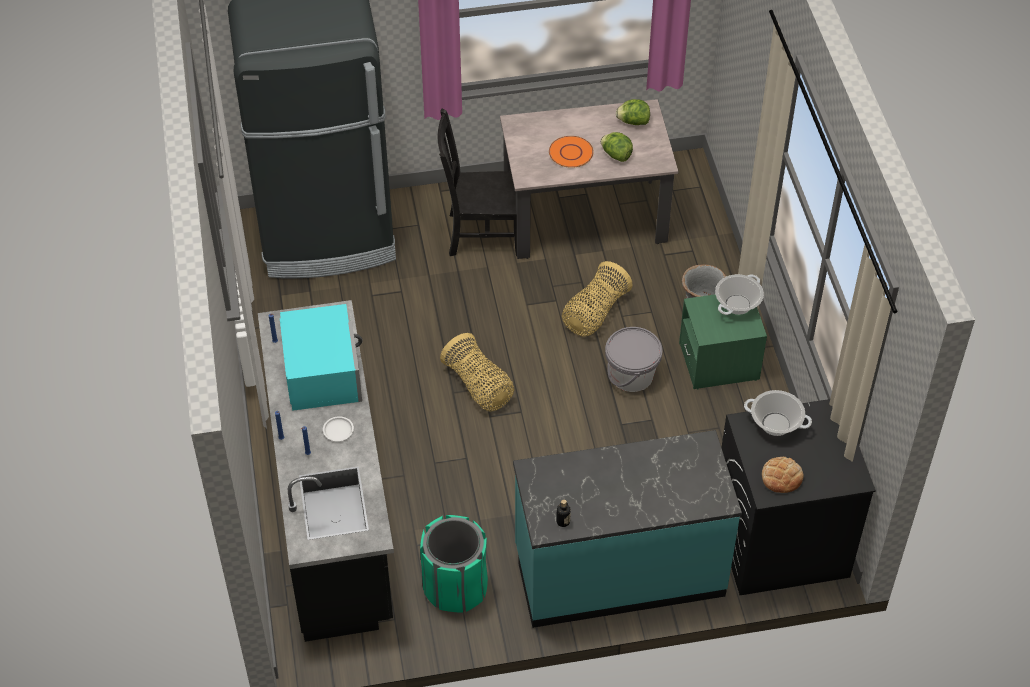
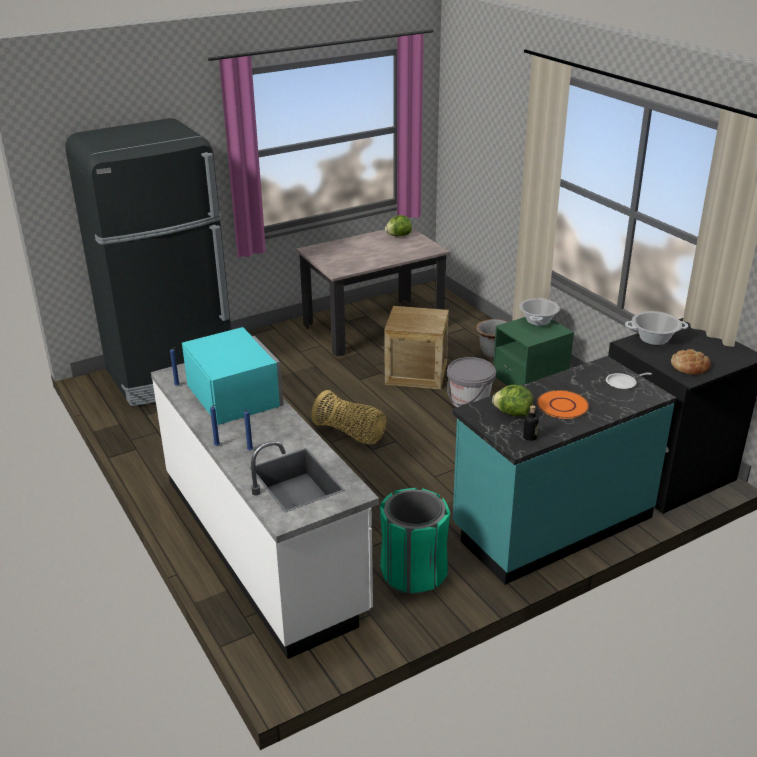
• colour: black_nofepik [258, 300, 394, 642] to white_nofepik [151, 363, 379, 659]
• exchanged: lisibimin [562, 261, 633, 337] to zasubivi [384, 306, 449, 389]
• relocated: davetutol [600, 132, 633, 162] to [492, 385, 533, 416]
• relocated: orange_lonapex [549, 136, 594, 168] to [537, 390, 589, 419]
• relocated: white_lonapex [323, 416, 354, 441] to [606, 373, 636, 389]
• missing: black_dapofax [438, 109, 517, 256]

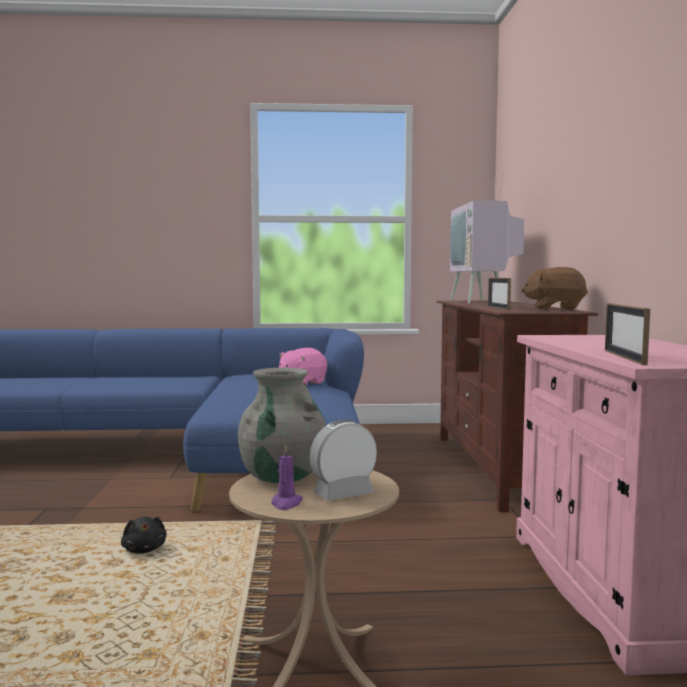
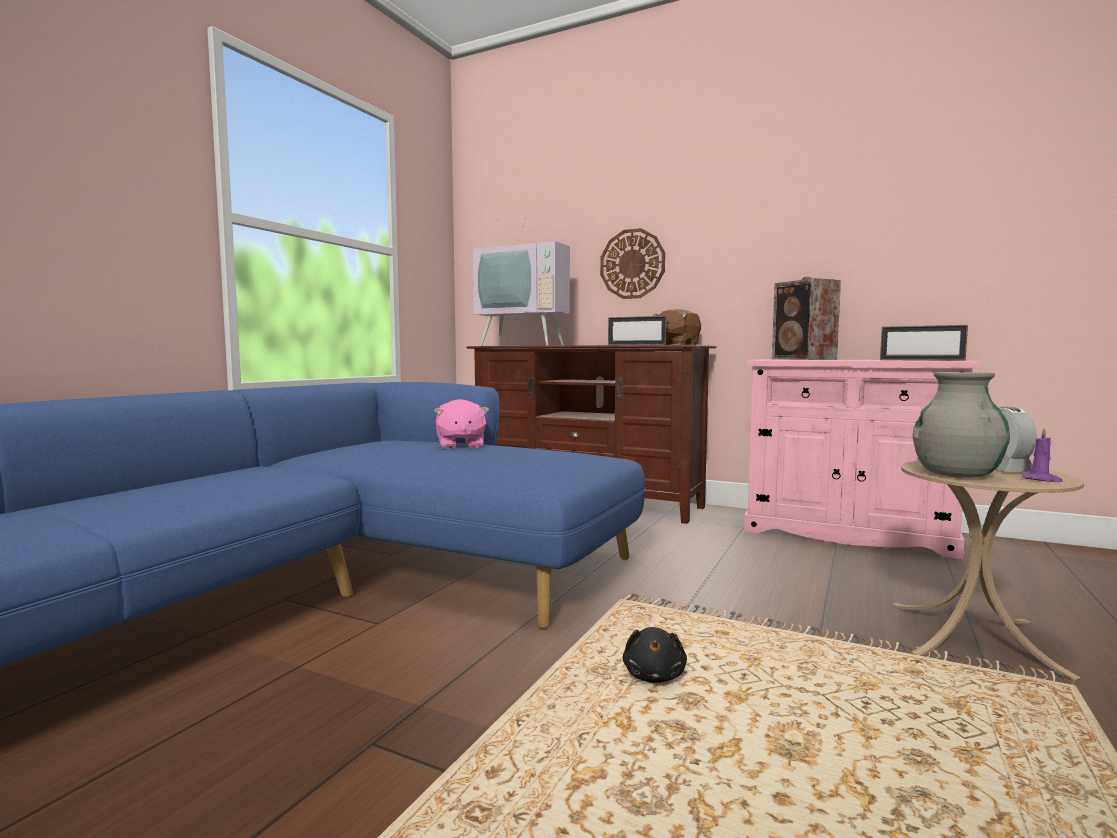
• appeared: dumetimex [600, 228, 665, 299]
• spun: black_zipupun [121, 516, 167, 554] = [623, 627, 687, 683] 90 degrees clockwise
• appeared: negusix [772, 277, 841, 360]

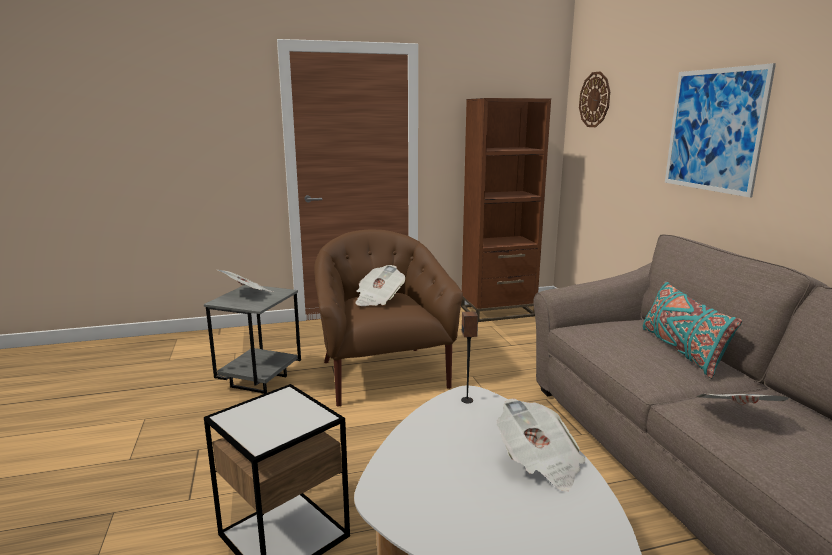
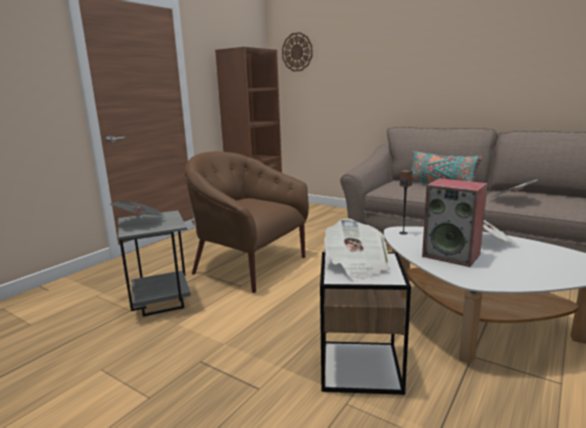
• relocated: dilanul [355, 265, 405, 306] to [323, 219, 389, 281]
• appeared: negusix [422, 178, 488, 267]
• missing: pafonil [665, 63, 776, 198]

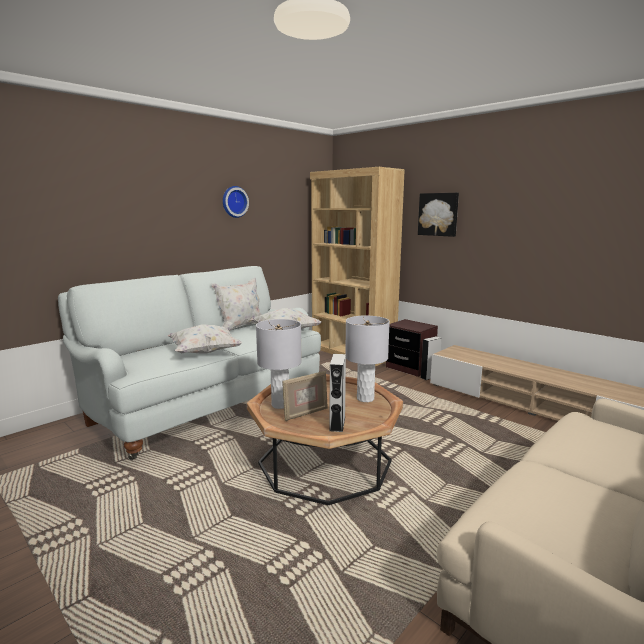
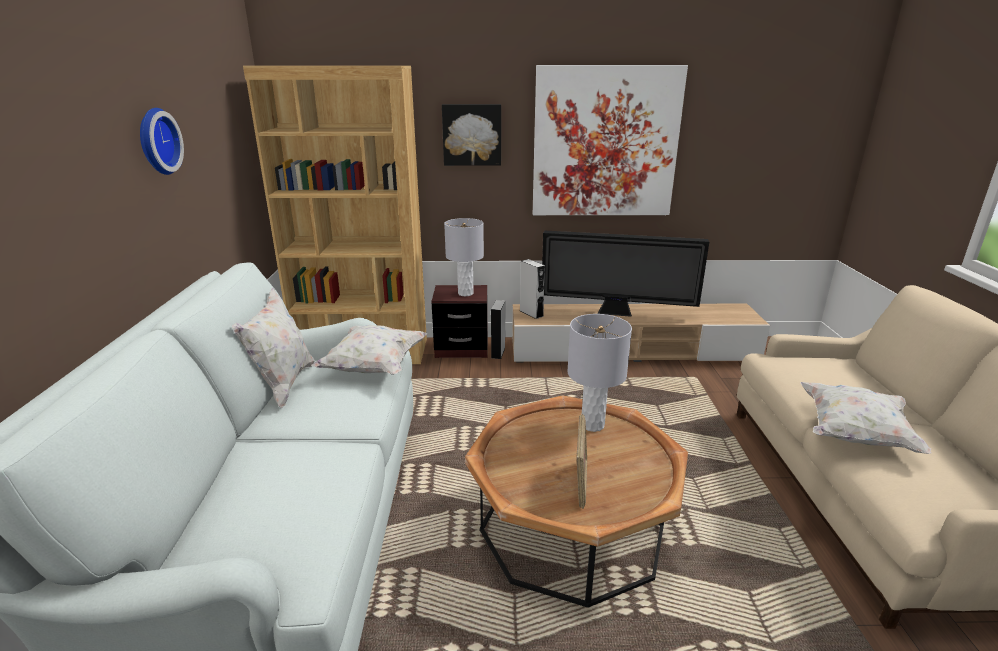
• relocated: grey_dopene [256, 319, 302, 409] to [444, 218, 484, 296]
• relocated: grey_negusix [329, 354, 346, 432] to [520, 259, 545, 319]
• appeared: pafonil [533, 65, 688, 215]
• appeared: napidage [542, 230, 709, 317]
• relocated: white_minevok [168, 325, 242, 353] to [800, 382, 932, 454]

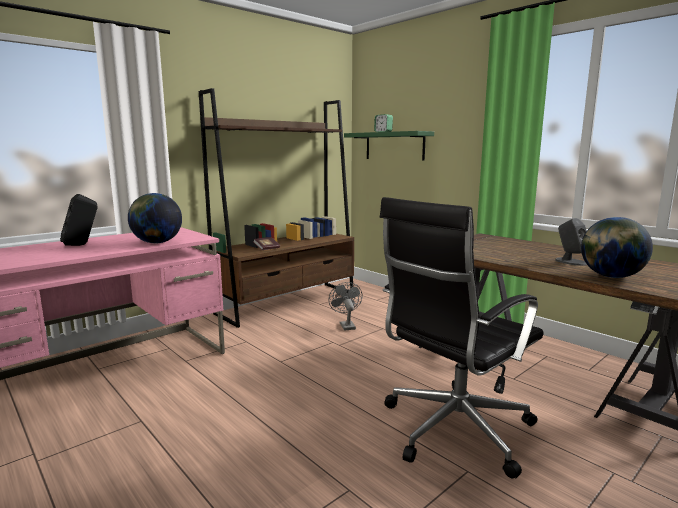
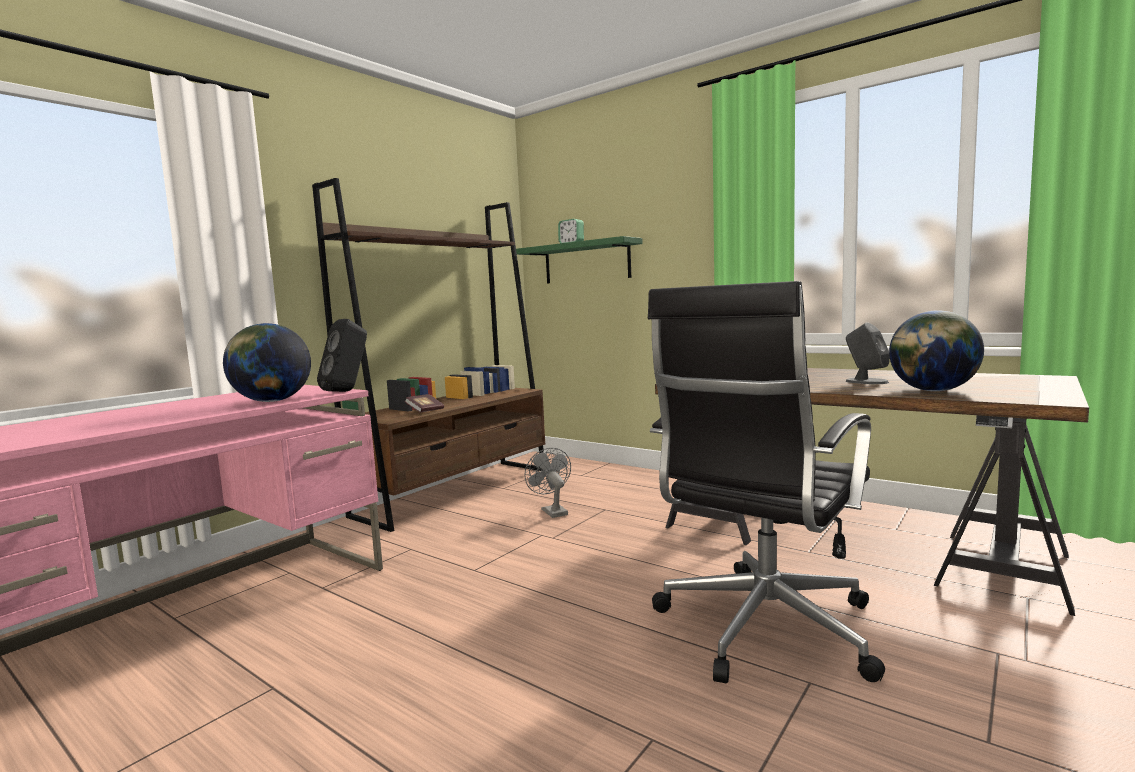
• relocated: black_negusix [60, 194, 97, 246] to [317, 319, 367, 392]

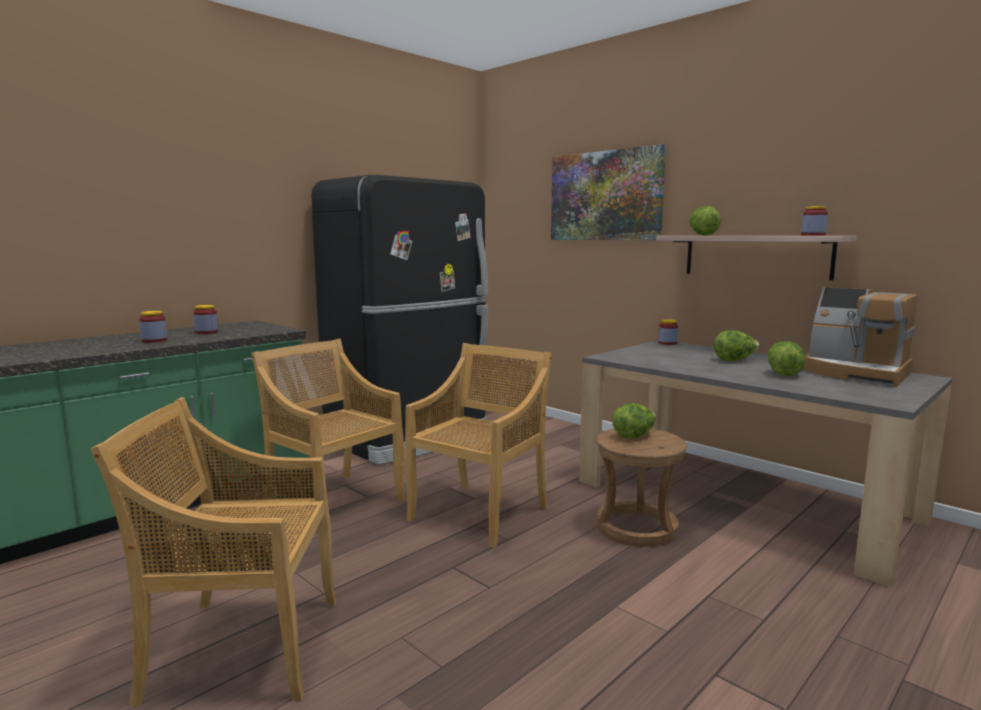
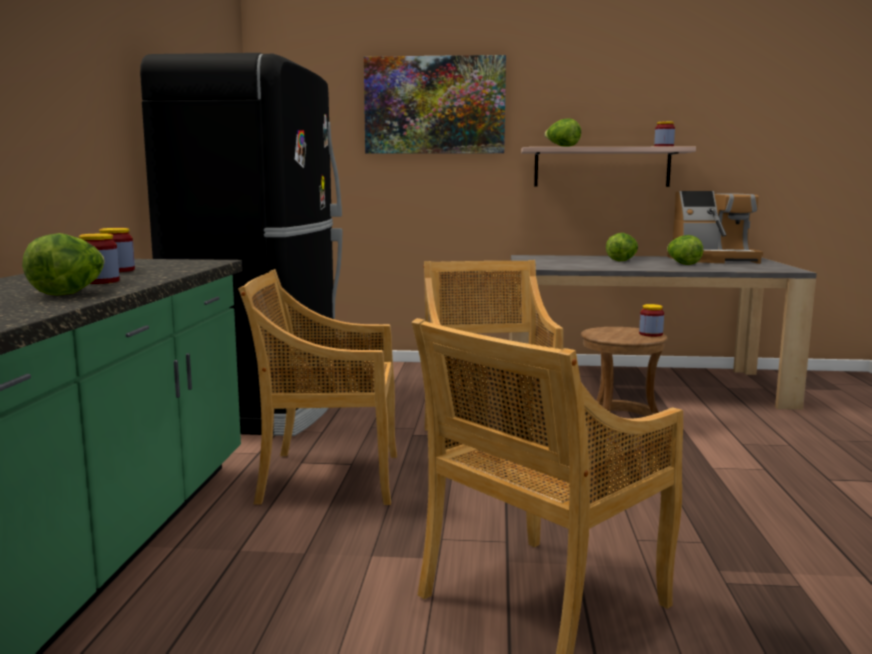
• relocated: davetutol [612, 403, 656, 439] to [22, 233, 105, 296]
• relocated: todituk [658, 319, 678, 345] to [639, 304, 664, 337]

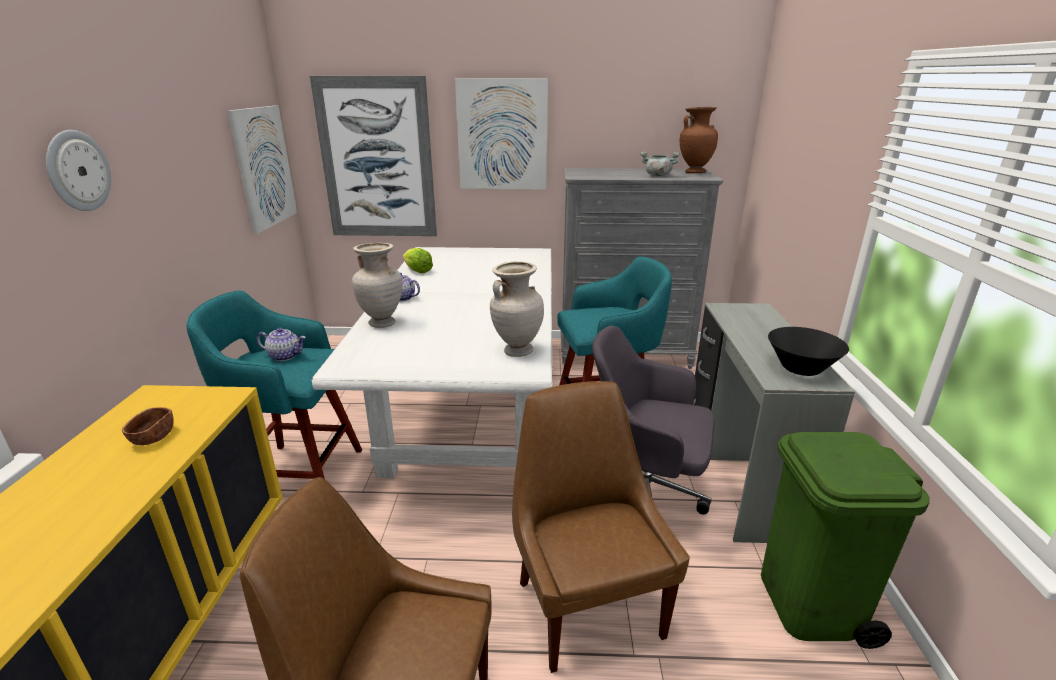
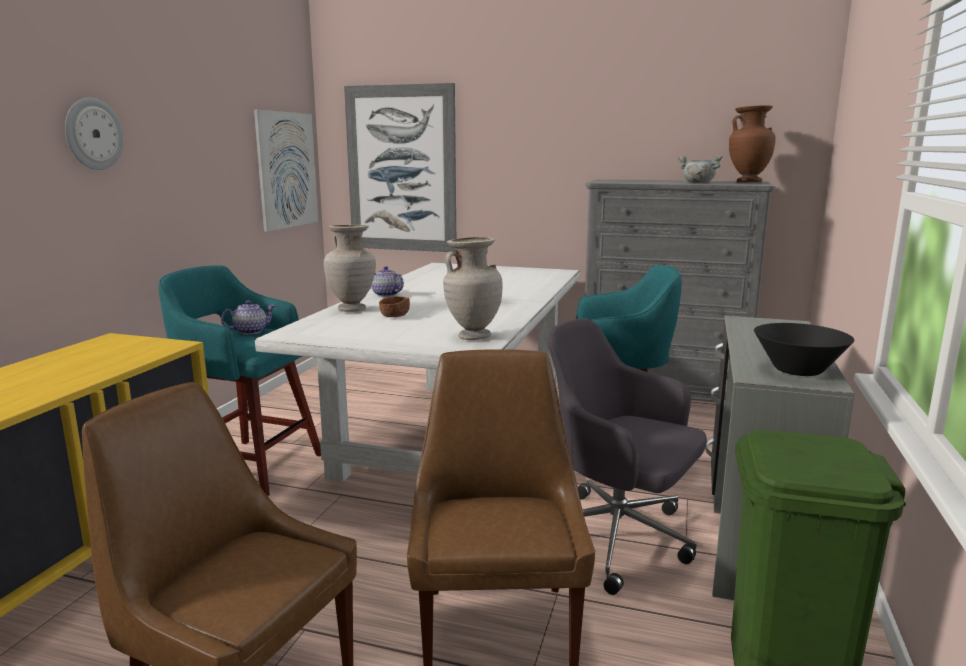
• spun: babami [257, 328, 306, 361] = [221, 300, 275, 335] 60 degrees counterclockwise
• relocated: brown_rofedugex [122, 407, 174, 445] to [379, 296, 410, 317]
• missing: davetutol [403, 248, 433, 273]
• missing: pafonil [455, 78, 548, 189]

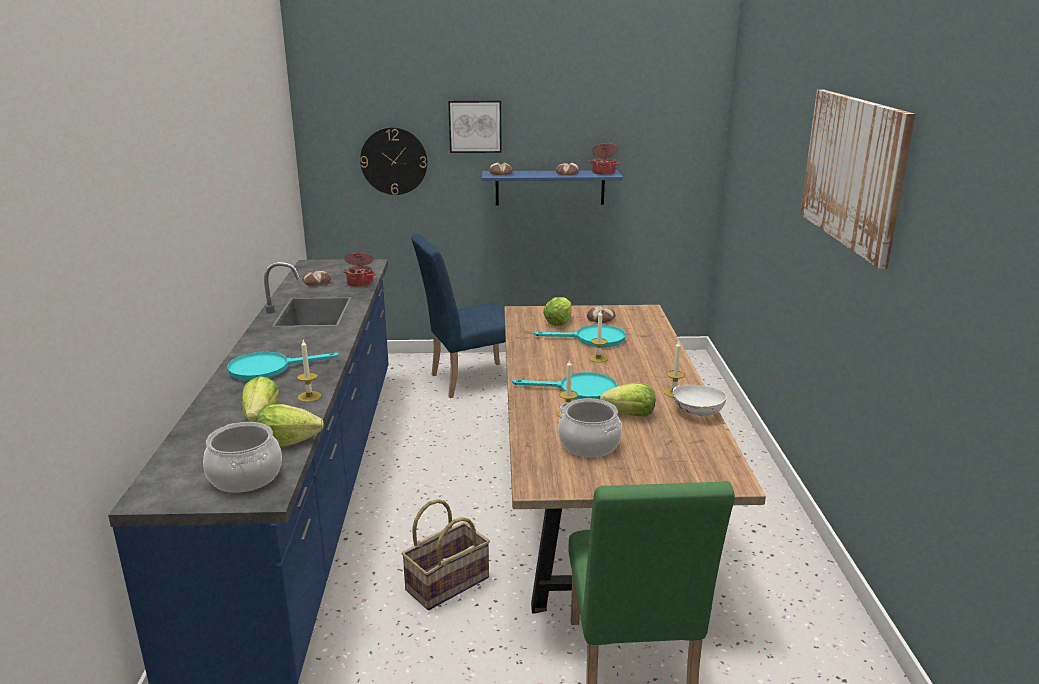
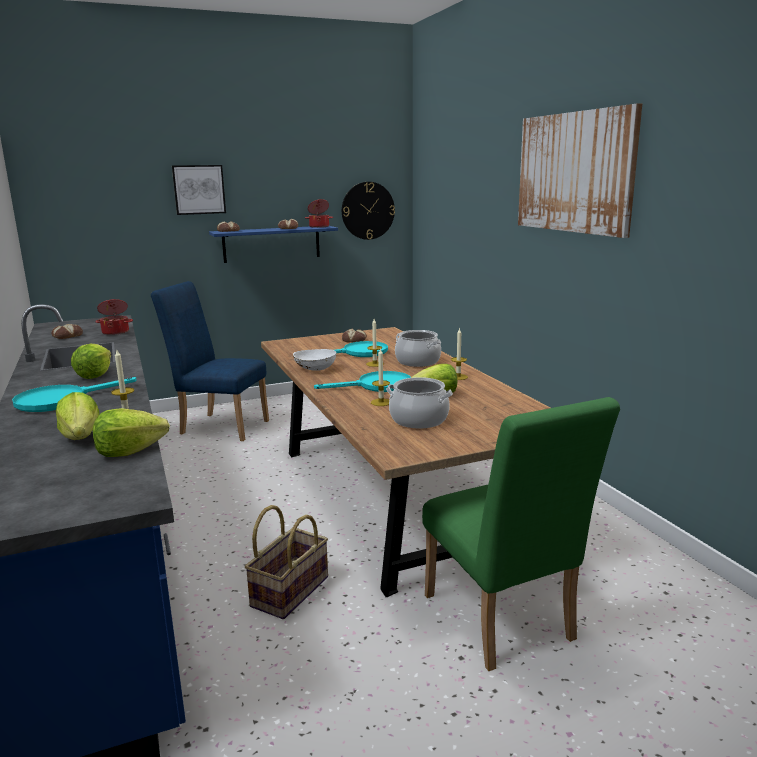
• relocated: davetutol [543, 297, 571, 326] to [71, 344, 111, 379]
• spun: blue_dapofax [411, 234, 506, 398] = [151, 281, 269, 441] 60 degrees clockwise
• relocated: white_rofedugex [672, 385, 727, 416] to [293, 349, 336, 371]
• relocated: dumetimex [360, 127, 427, 195] to [342, 182, 395, 240]
• relocated: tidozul [203, 422, 282, 493] to [395, 330, 441, 367]

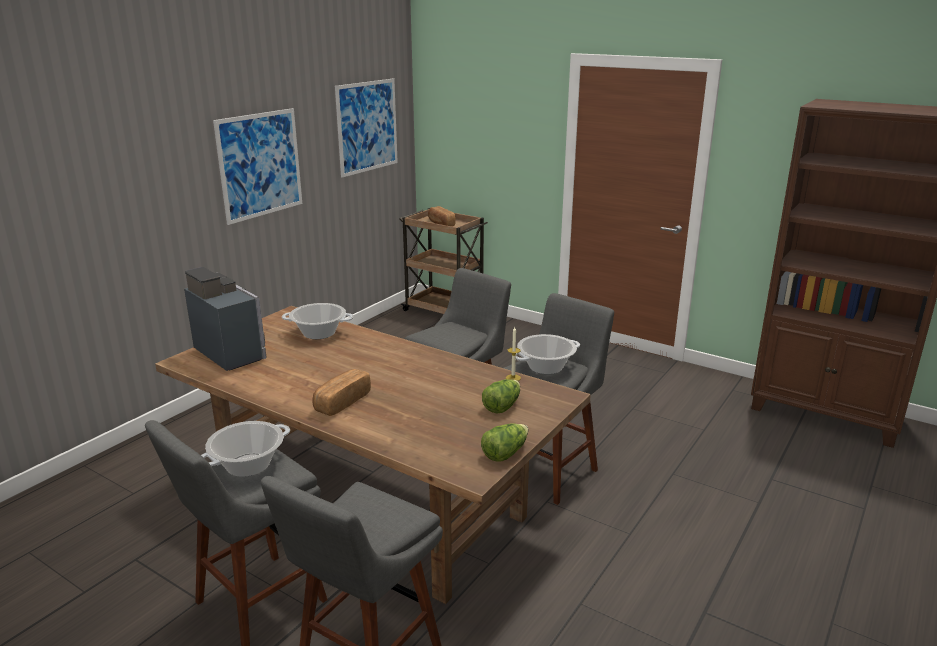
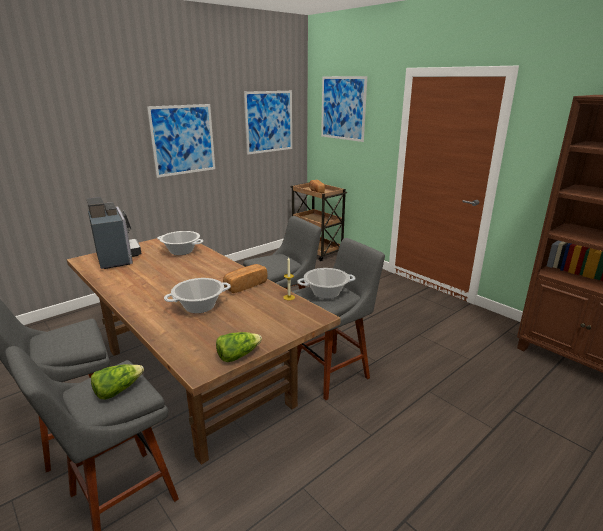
• relocated: davetutol [482, 379, 520, 414] to [91, 364, 144, 400]
• relocated: tidozul [201, 421, 290, 477] to [164, 278, 231, 313]
• relocated: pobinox [313, 369, 371, 416] to [223, 264, 267, 293]
• appeared: pafonil [321, 76, 367, 142]

